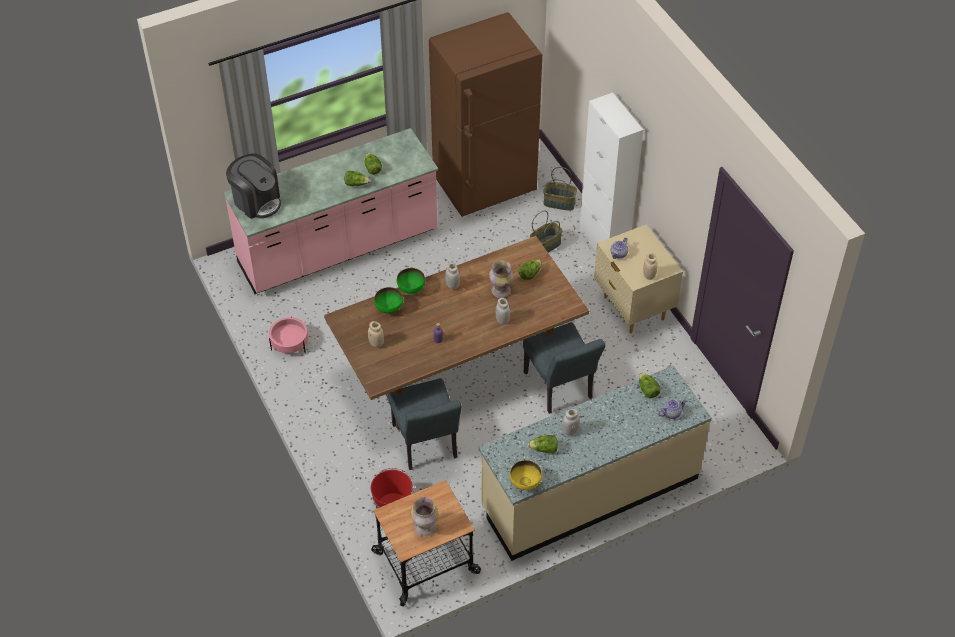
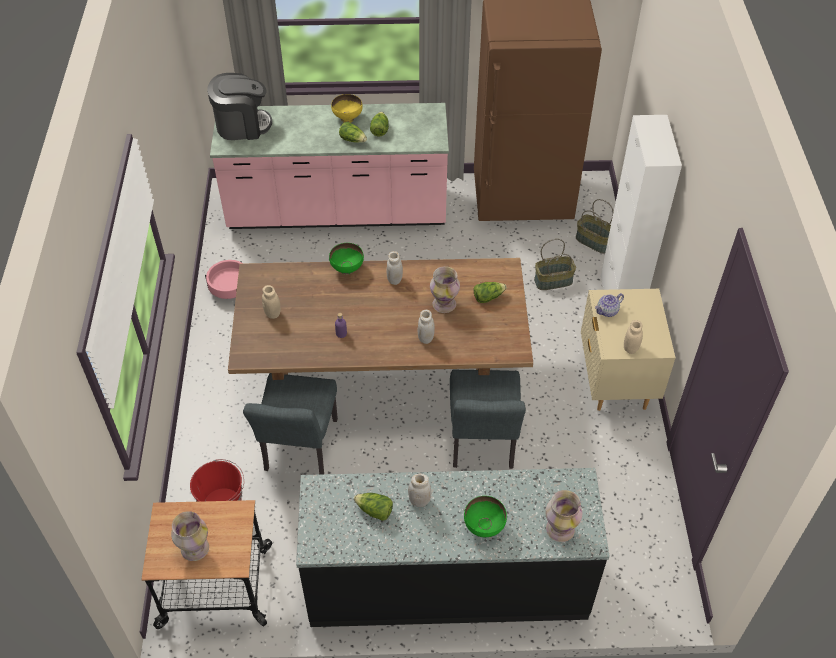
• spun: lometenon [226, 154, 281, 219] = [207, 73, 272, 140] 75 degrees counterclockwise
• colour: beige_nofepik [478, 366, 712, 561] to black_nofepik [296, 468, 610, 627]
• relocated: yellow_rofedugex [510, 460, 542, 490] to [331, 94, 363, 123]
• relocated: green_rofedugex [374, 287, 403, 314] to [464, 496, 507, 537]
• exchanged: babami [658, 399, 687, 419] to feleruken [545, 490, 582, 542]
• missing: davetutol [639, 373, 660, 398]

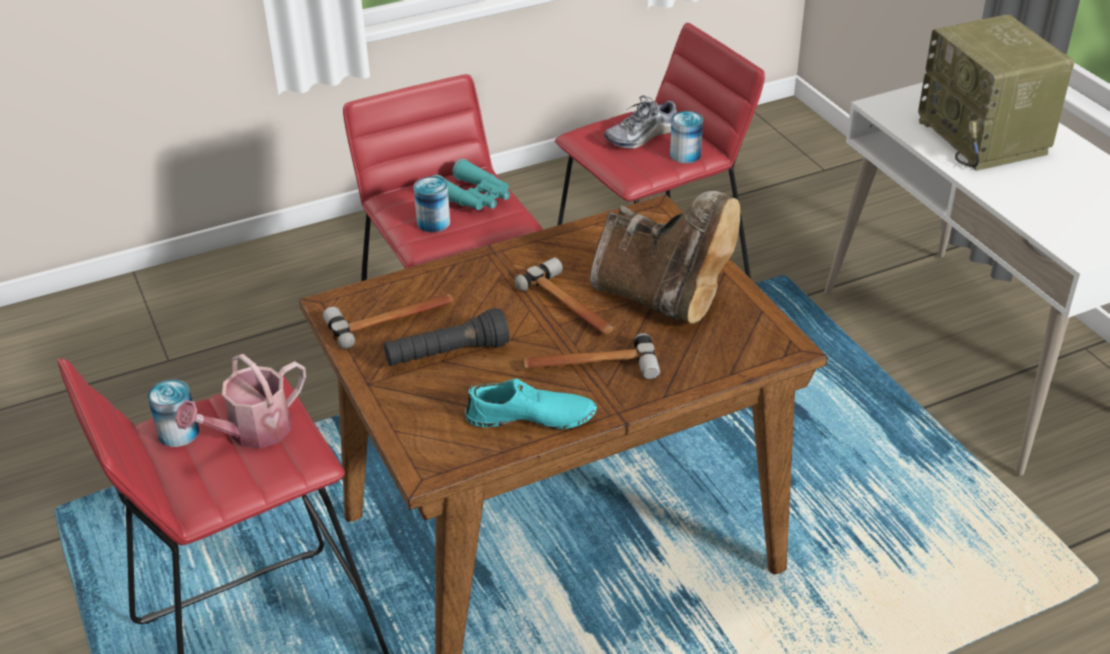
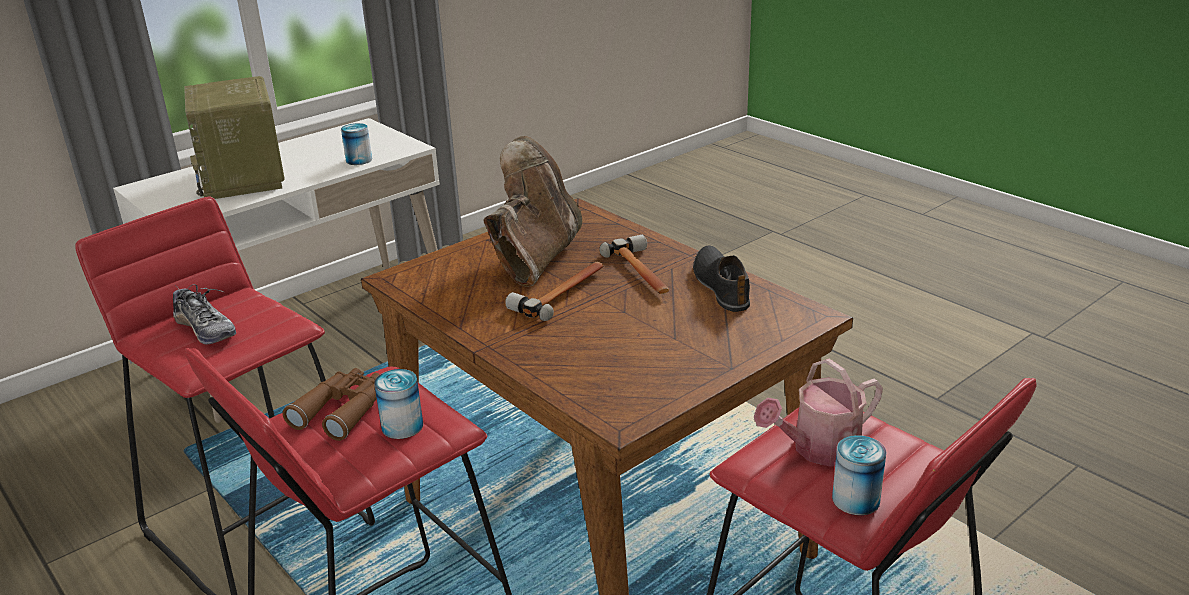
• spun: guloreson [918, 15, 1074, 171] = [184, 76, 284, 199] 105 degrees clockwise
• colour: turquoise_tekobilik [433, 159, 510, 210] to brown_tekobilik [282, 368, 380, 441]
• relocated: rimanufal [670, 111, 703, 164] to [341, 123, 372, 165]
• colour: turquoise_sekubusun [465, 379, 597, 429] to black_sekubusun [693, 246, 750, 312]
• spun: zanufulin [175, 354, 306, 449] = [754, 359, 883, 467] 120 degrees clockwise
• missing: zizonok [323, 294, 453, 349]
• missing: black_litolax [384, 308, 509, 366]

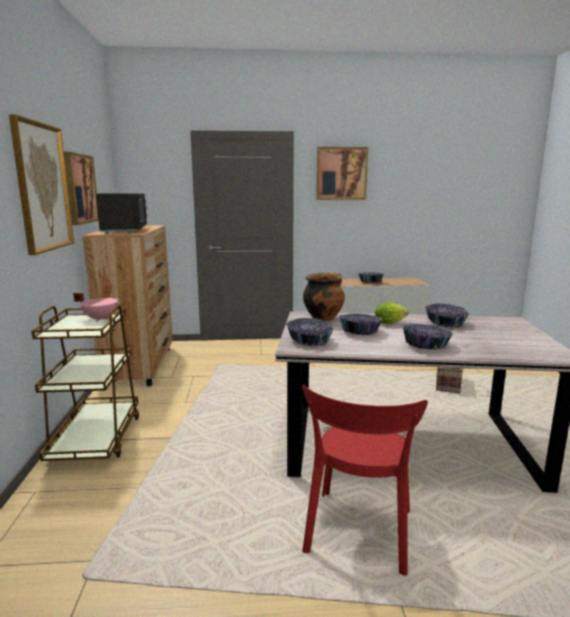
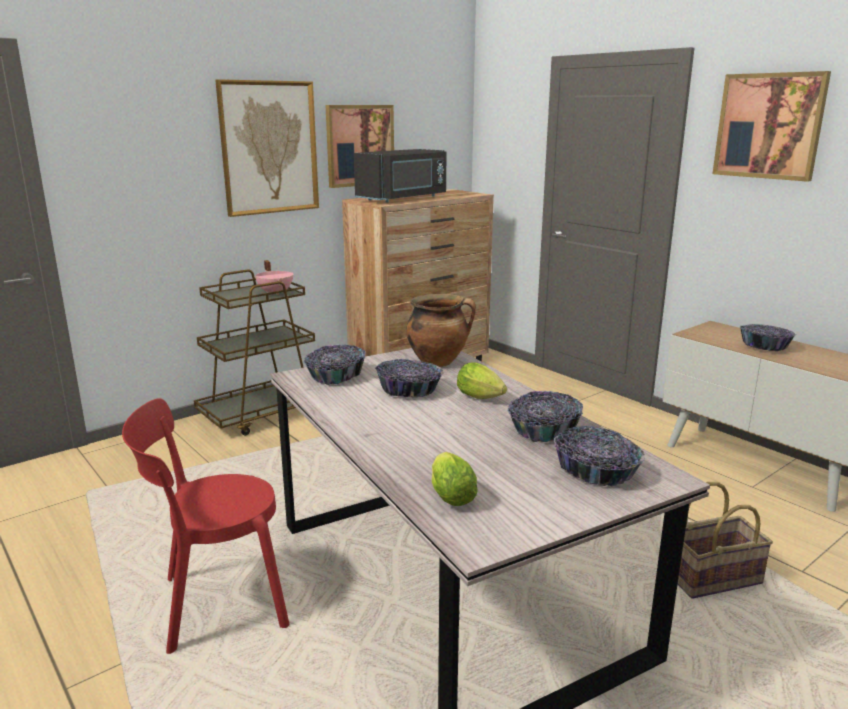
• appeared: davetutol [432, 452, 478, 506]
• relocated: rofedugex [403, 323, 453, 349] to [554, 426, 645, 486]

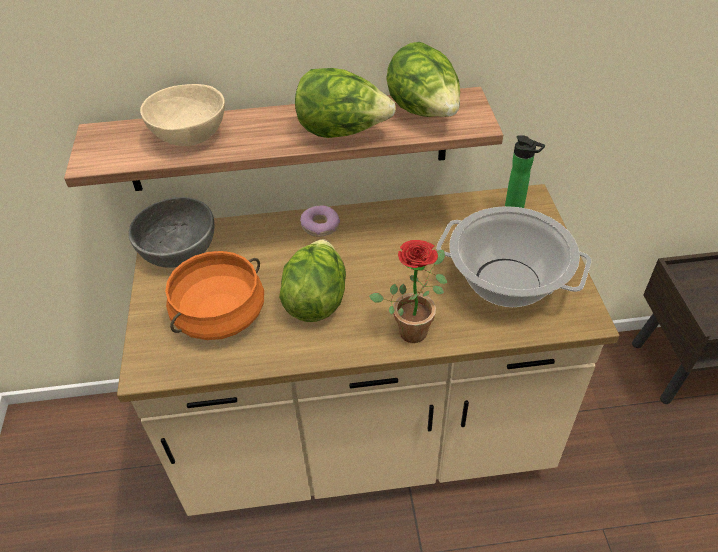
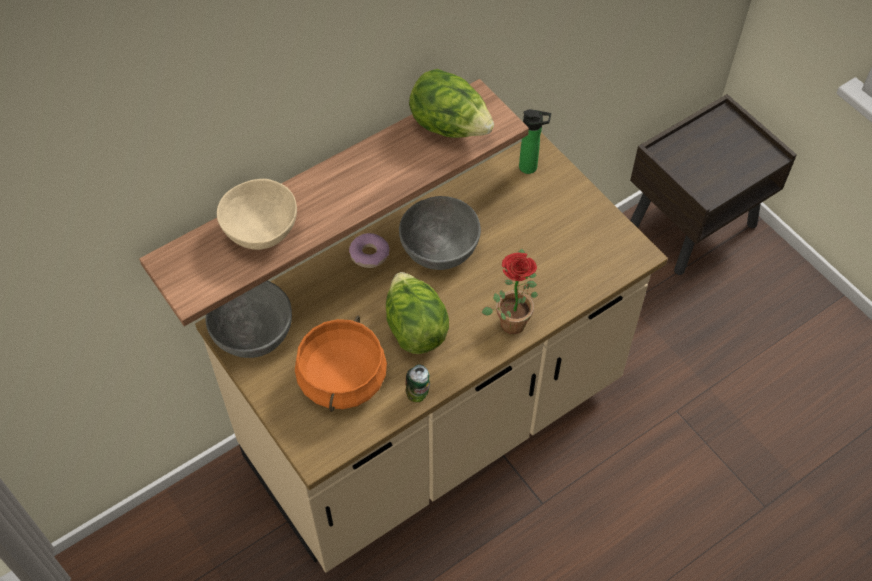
• appeared: grey_rofedugex [399, 196, 481, 270]
• appeared: rimanufal [405, 364, 430, 402]
• missing: davetutol [295, 68, 396, 138]
• missing: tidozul [436, 206, 591, 307]

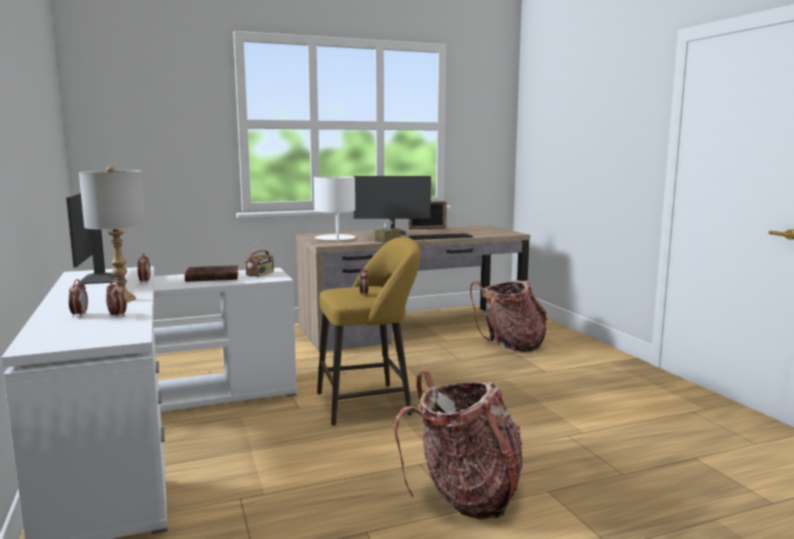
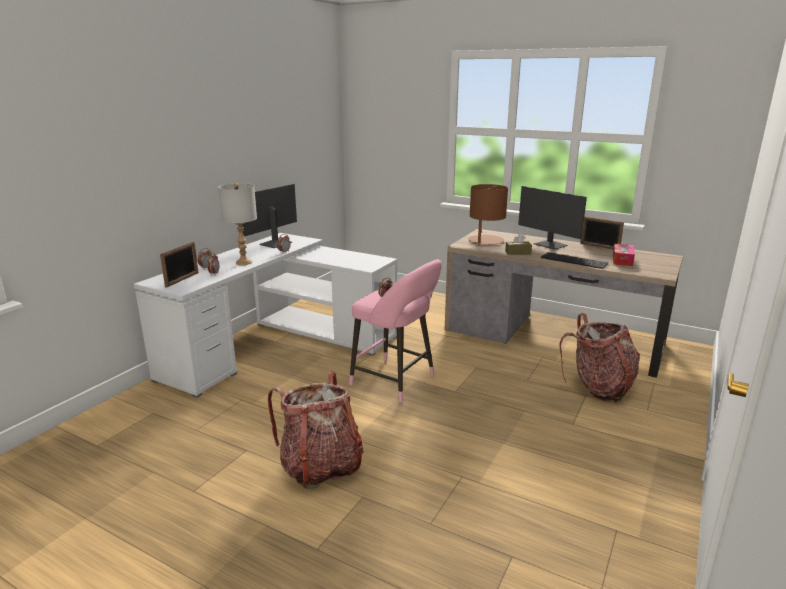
• appeared: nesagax [160, 242, 199, 288]
• colour: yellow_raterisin [317, 237, 420, 426] to pink_raterisin [349, 259, 442, 403]
• colour: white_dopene [314, 176, 355, 242] to brown_dopene [469, 184, 508, 245]
• appeared: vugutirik [613, 244, 635, 266]
• missing: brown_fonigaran [185, 265, 239, 282]
• missing: guloreson [245, 240, 274, 277]

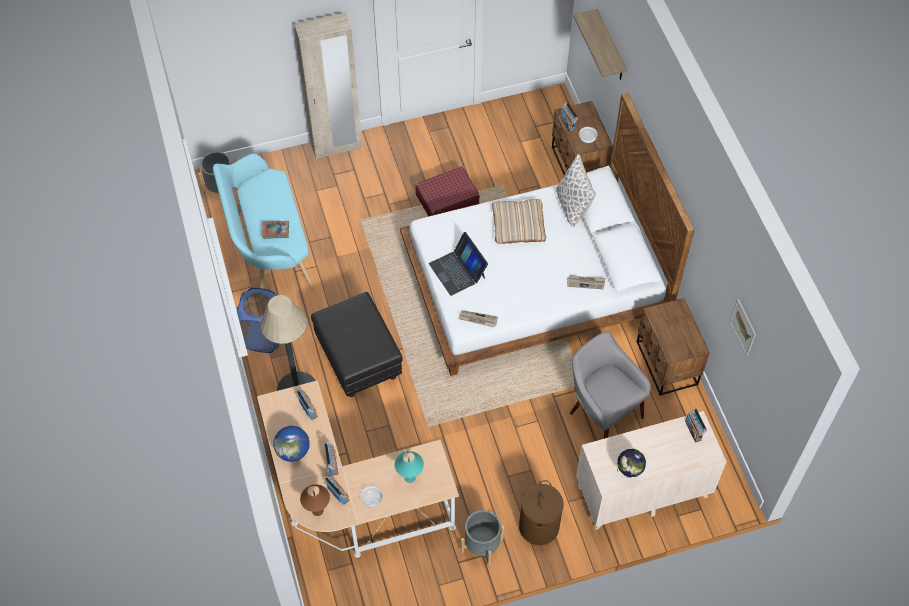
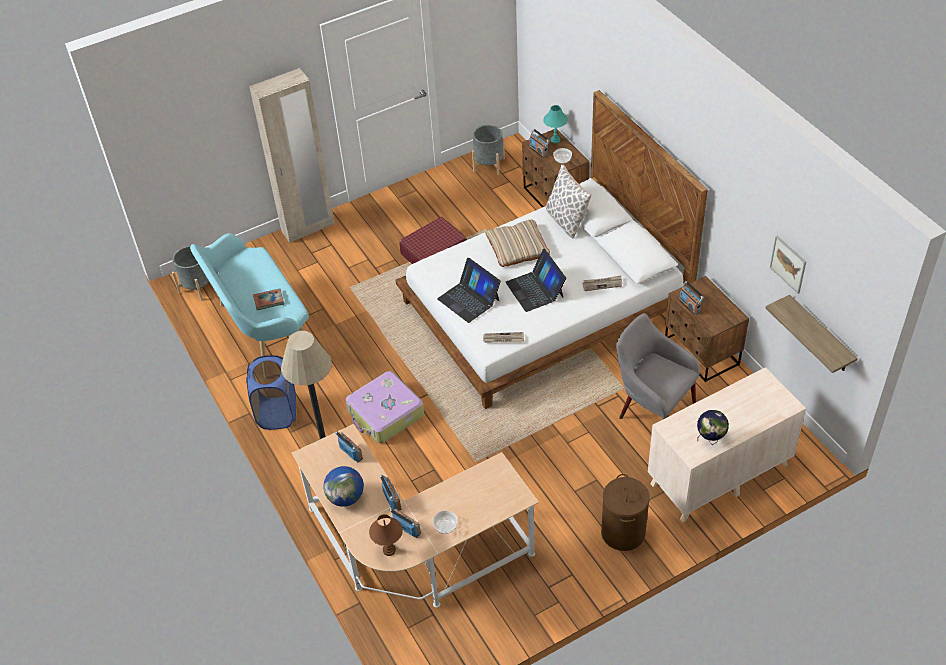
• exchanged: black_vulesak [311, 292, 403, 397] to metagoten [346, 371, 424, 443]
• relocated: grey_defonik [461, 510, 504, 565] to [472, 125, 505, 175]
• appeared: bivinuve [505, 249, 566, 312]
• relocated: turquoise_dopene [395, 451, 424, 483] to [543, 105, 568, 143]
• relocated: guloreson [685, 408, 707, 442] to [679, 281, 704, 315]
• relocated: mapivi [573, 9, 627, 80] to [766, 295, 858, 373]

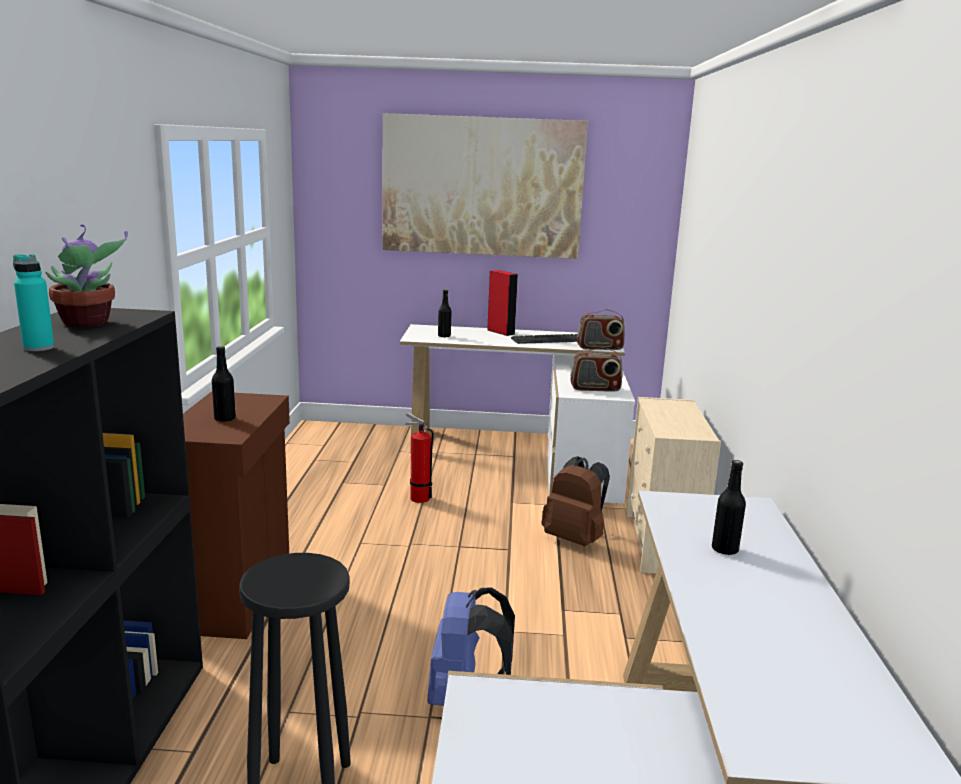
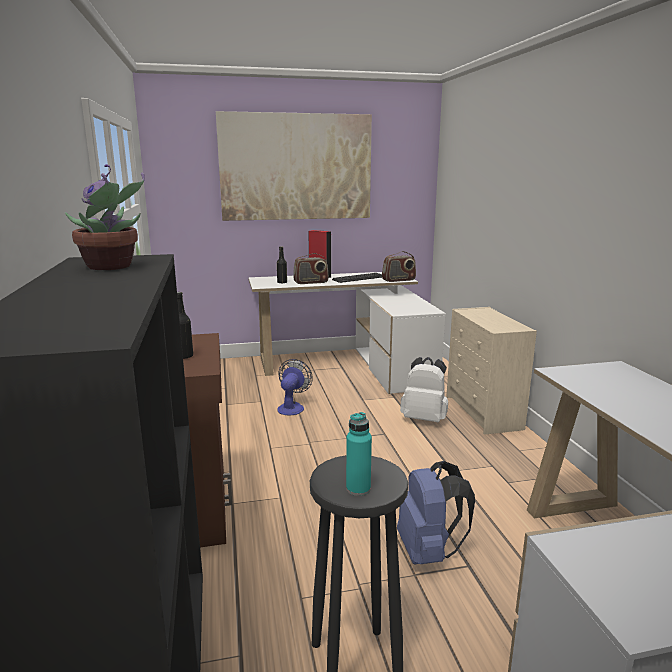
• exchanged: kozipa [405, 413, 434, 503] to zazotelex [277, 359, 313, 415]
• relocated: guloreson [570, 347, 623, 392] to [293, 253, 329, 284]
• relocated: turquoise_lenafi [13, 254, 54, 351] to [346, 412, 372, 496]
• colour: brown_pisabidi [541, 456, 610, 546] to white_pisabidi [400, 357, 448, 422]
• missing: black_lenafi [712, 460, 746, 555]

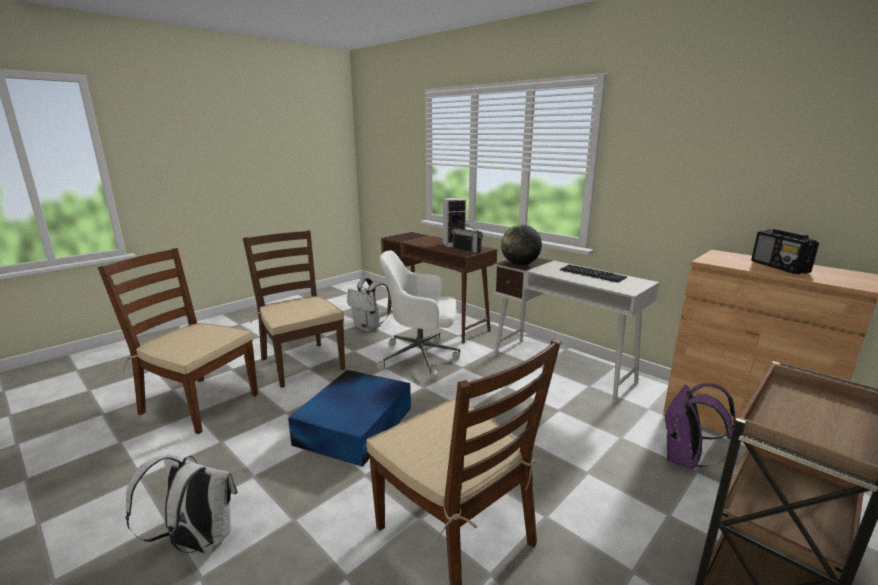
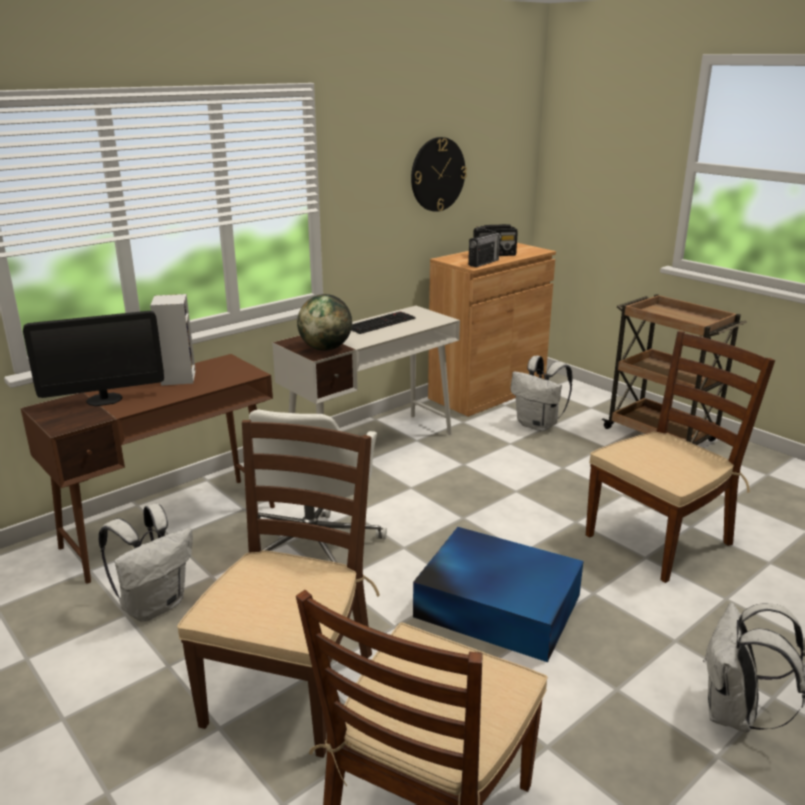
• appeared: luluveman [23, 311, 164, 406]
• spun: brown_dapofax [243, 230, 345, 388] = [177, 420, 380, 758] 135 degrees clockwise
• appeared: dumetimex [411, 137, 467, 212]
• relocated: guloreson [451, 220, 483, 254] to [468, 226, 501, 267]
• colour: purple_pisabidi [663, 383, 735, 469] to white_pisabidi [510, 356, 573, 431]

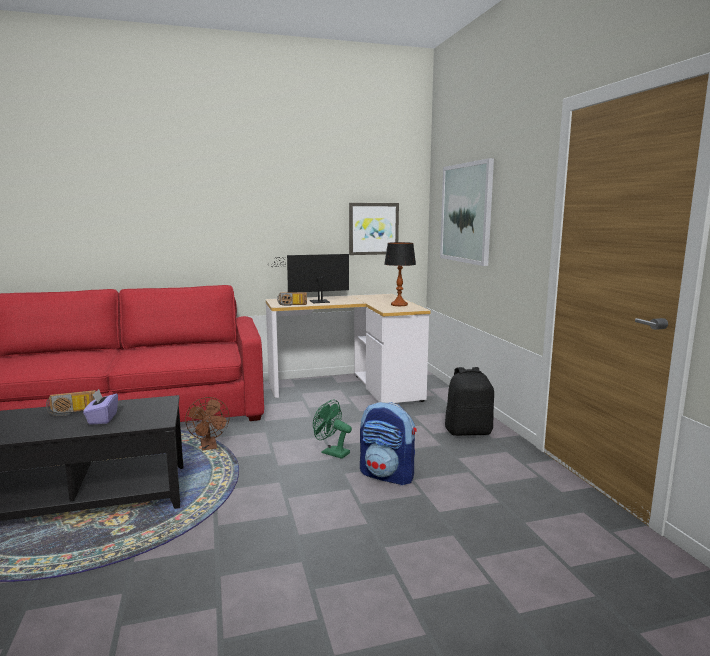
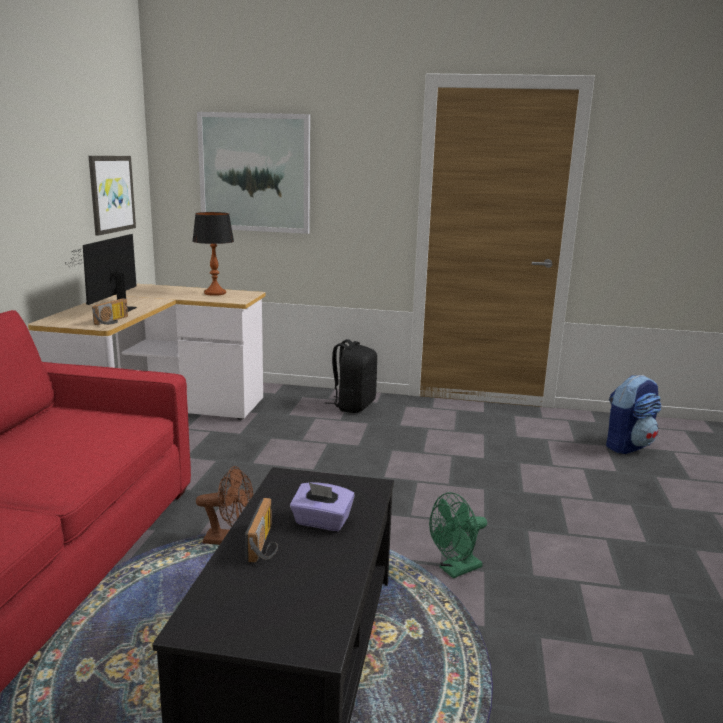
• relocated: green_zazotelex [313, 400, 352, 459] to [429, 492, 487, 578]
• relocated: pisabidi [360, 402, 417, 485] to [606, 375, 661, 454]

